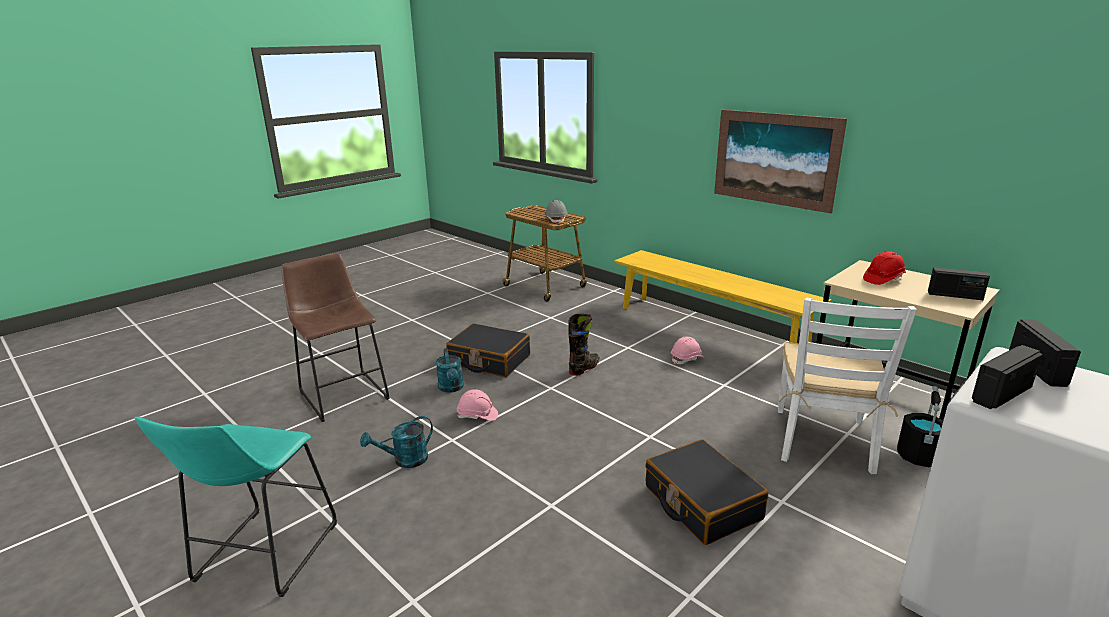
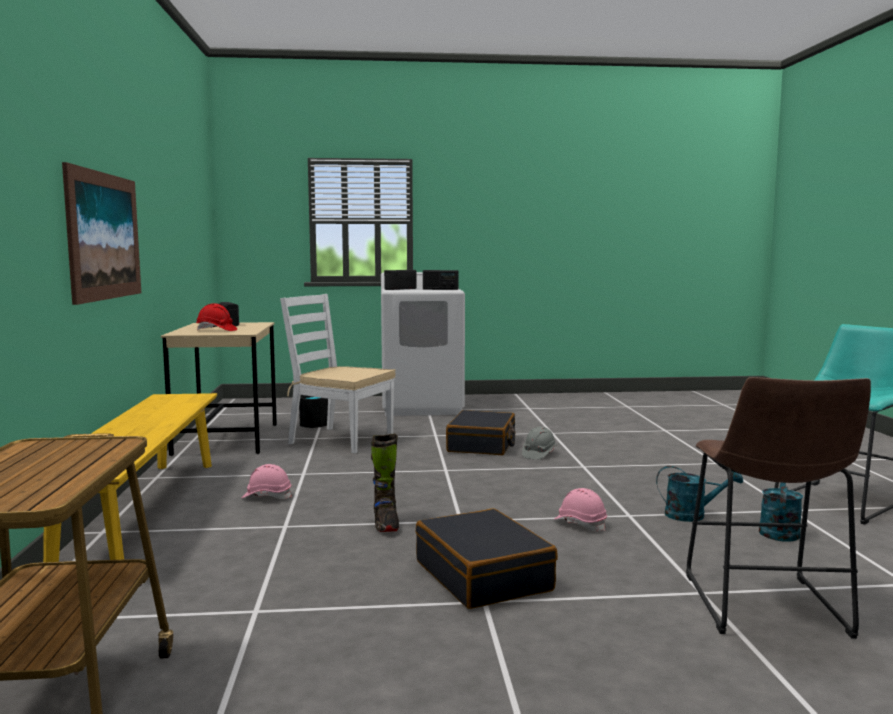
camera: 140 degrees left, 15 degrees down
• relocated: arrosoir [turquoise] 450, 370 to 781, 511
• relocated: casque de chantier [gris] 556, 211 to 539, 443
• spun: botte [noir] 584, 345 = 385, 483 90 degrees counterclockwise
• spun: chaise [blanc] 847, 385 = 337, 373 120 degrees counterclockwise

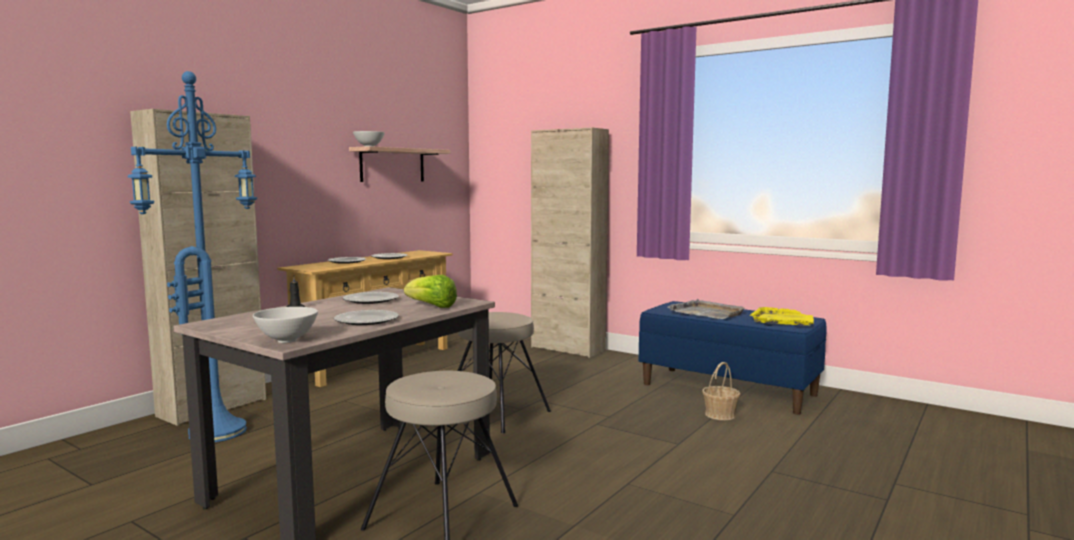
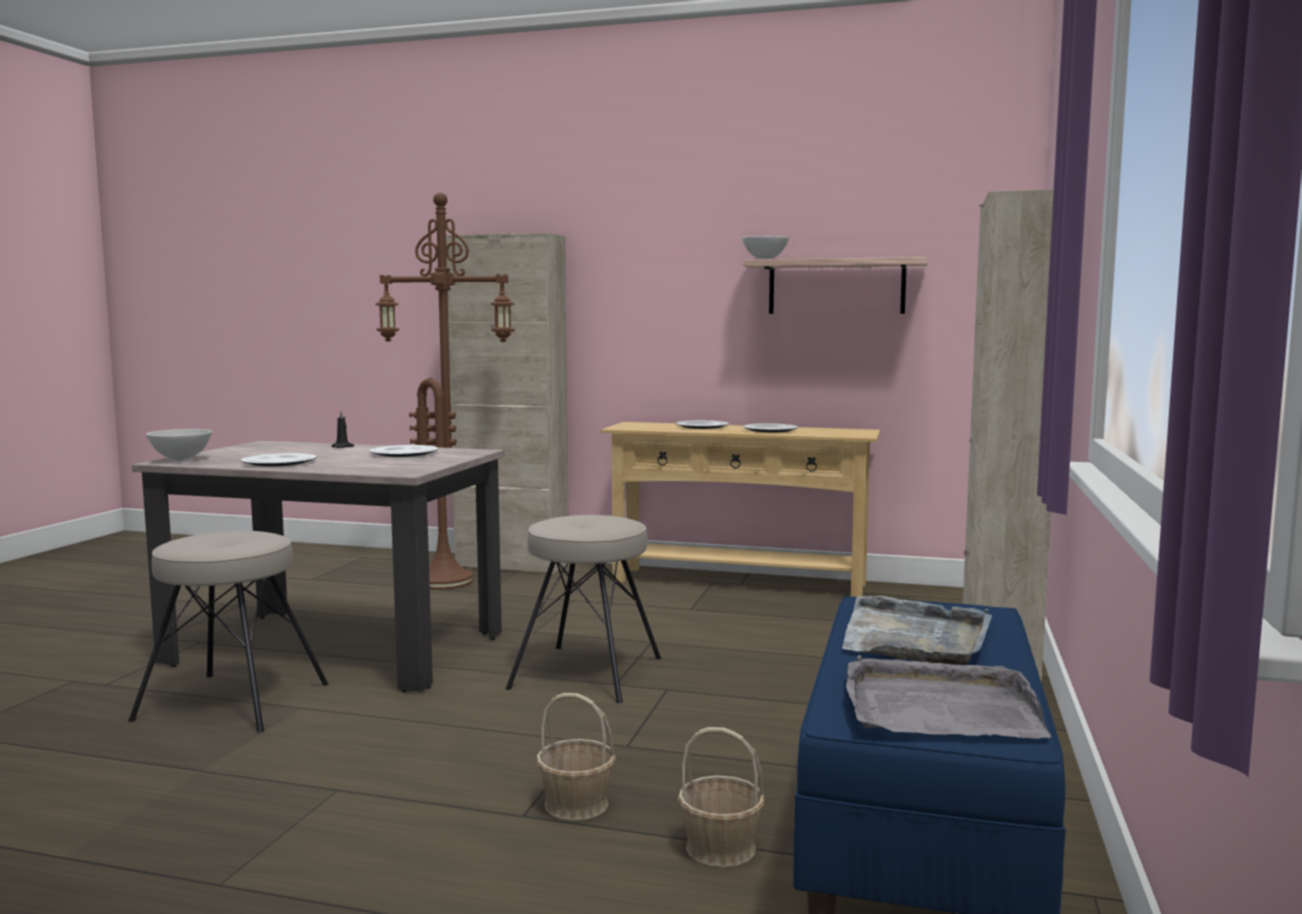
camera: 70 degrees right, 0 degrees up
• missing: laitue 430, 291
• appeared: panier 576, 757
• colour: lampadaire [bleu] 192, 256 to lampadaire [marron] 445, 391
• colour: plateau [jaune] 782, 316 to plateau [gris] 948, 697

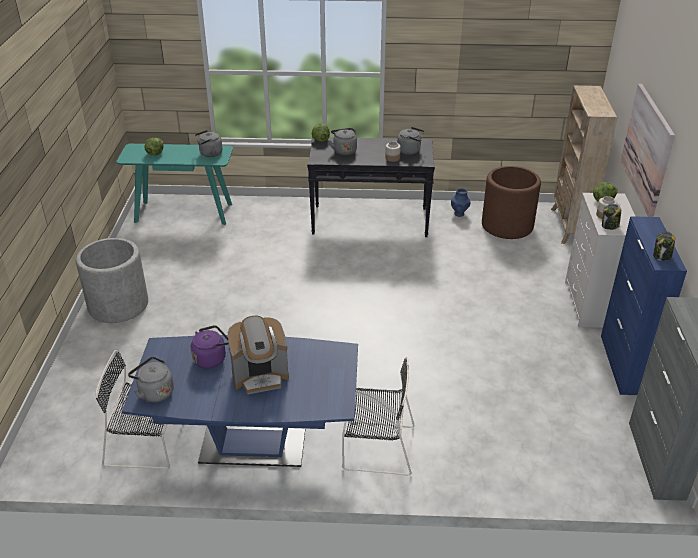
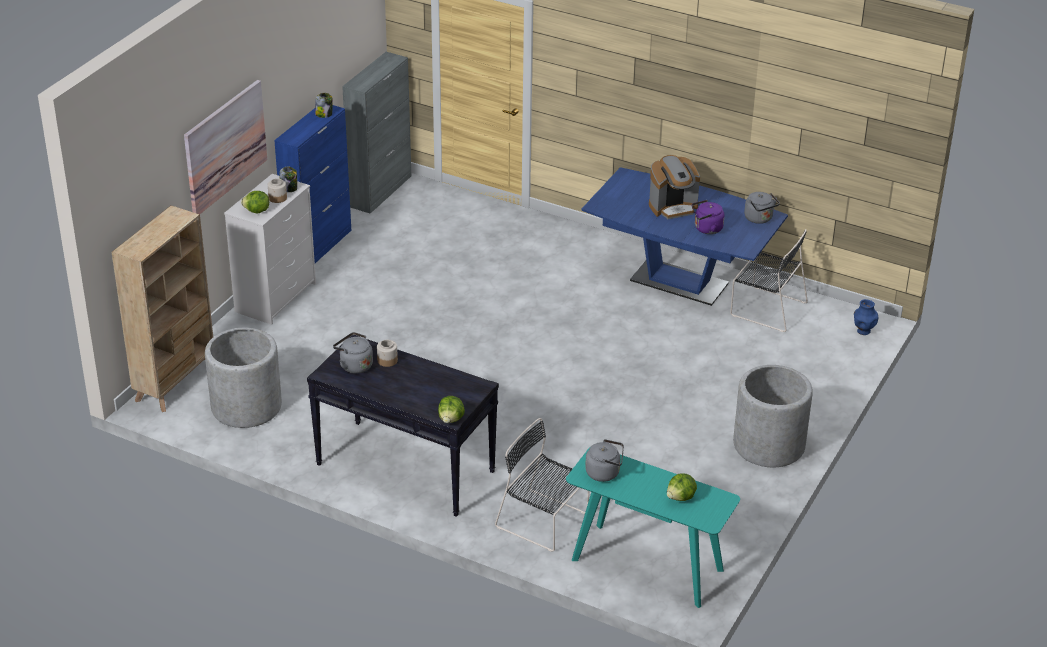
camera: 155 degrees left, 0 degrees up
• missing: bouilloire [gris] 343, 141
• relocated: chaise [noir] 378, 416 to 542, 484
• relocated: vase [bleu] 461, 202 to 866, 317
• colour: cache-pot [marron] 511, 202 to cache-pot [gris] 243, 378
• spun: machine à café 258, 355 = 674, 187 150 degrees clockwise

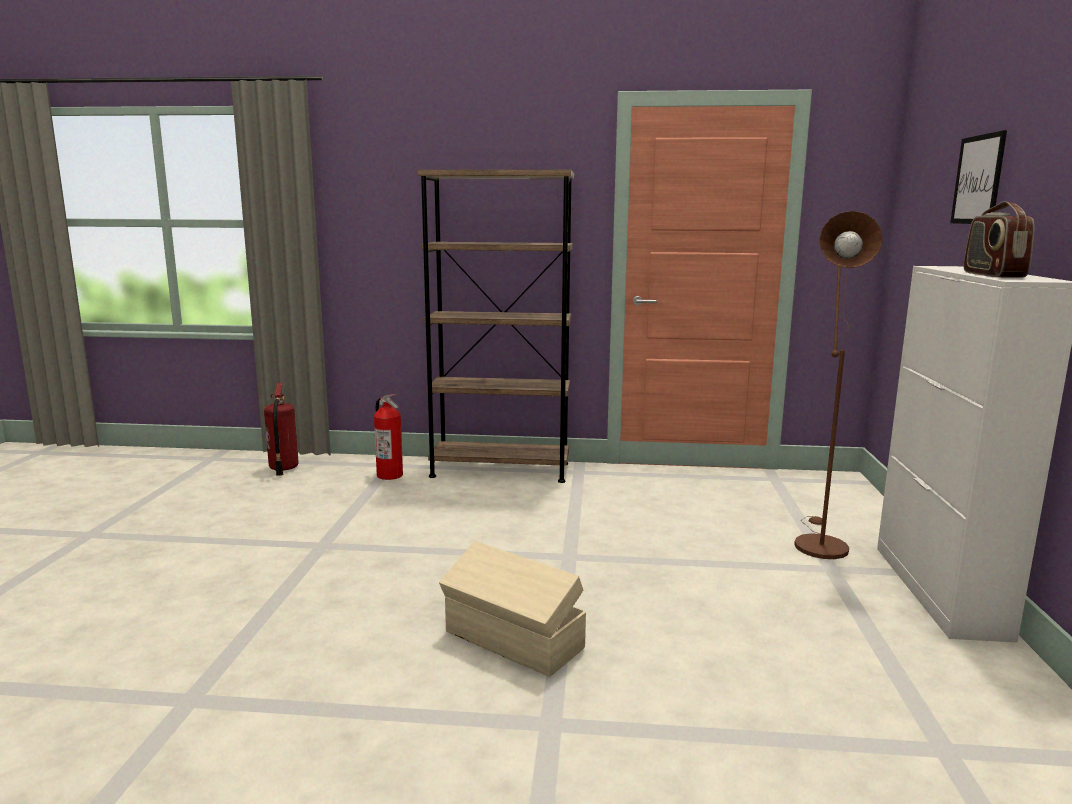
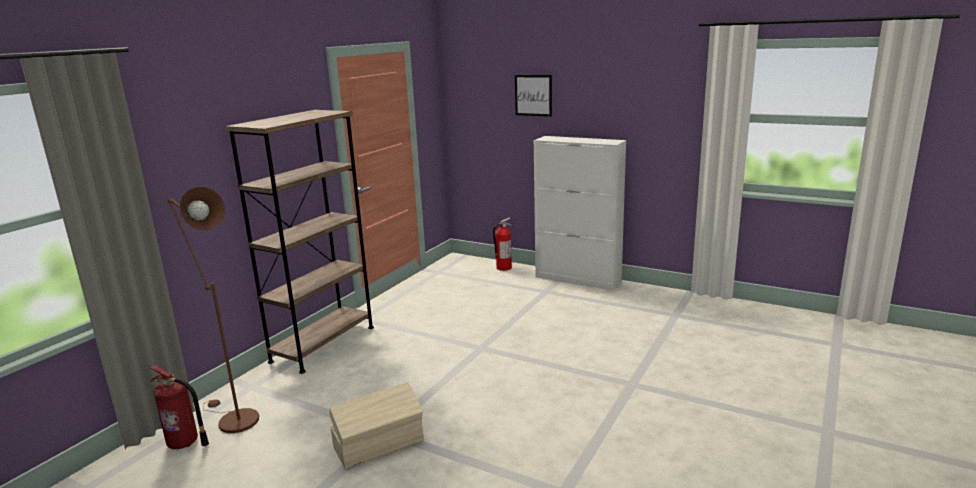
camera: 65 degrees left, 5 degrees up
• missing: radio 999, 239
• relocated: extincteur 388, 437 to 502, 244
• relocated: boîte de rangement [beige] 512, 609 to 376, 425
• relocated: lampadaire [marron] 838, 385 to 213, 310

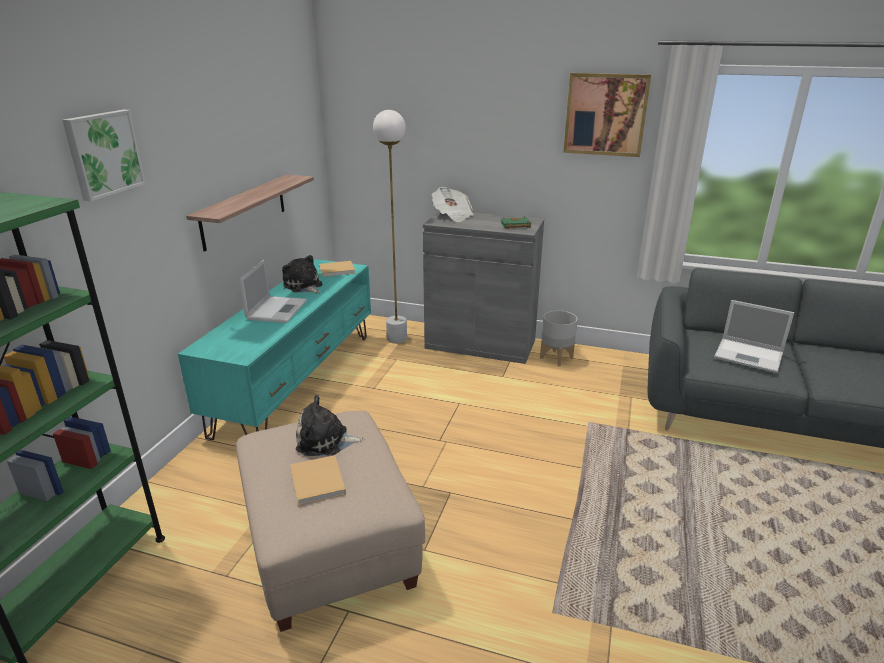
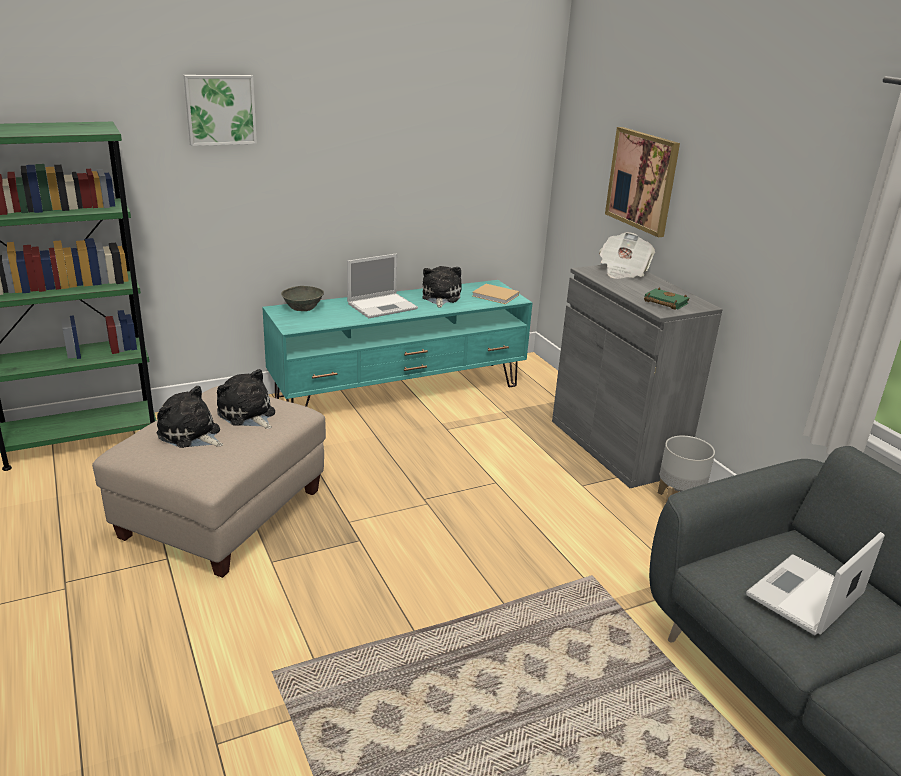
camera: 45 degrees right, 0 degrees up
• missing: étagère 250, 213
• missing: lampadaire [blanc] 390, 227
• appeared: bol [gris] 302, 298
• relocated: tableau 607, 115 to 642, 182
• exchanged: livre [beige] 318, 480 to peluche 190, 417
• spun: ordinateur portable 754, 336 = 815, 583 60 degrees clockwise

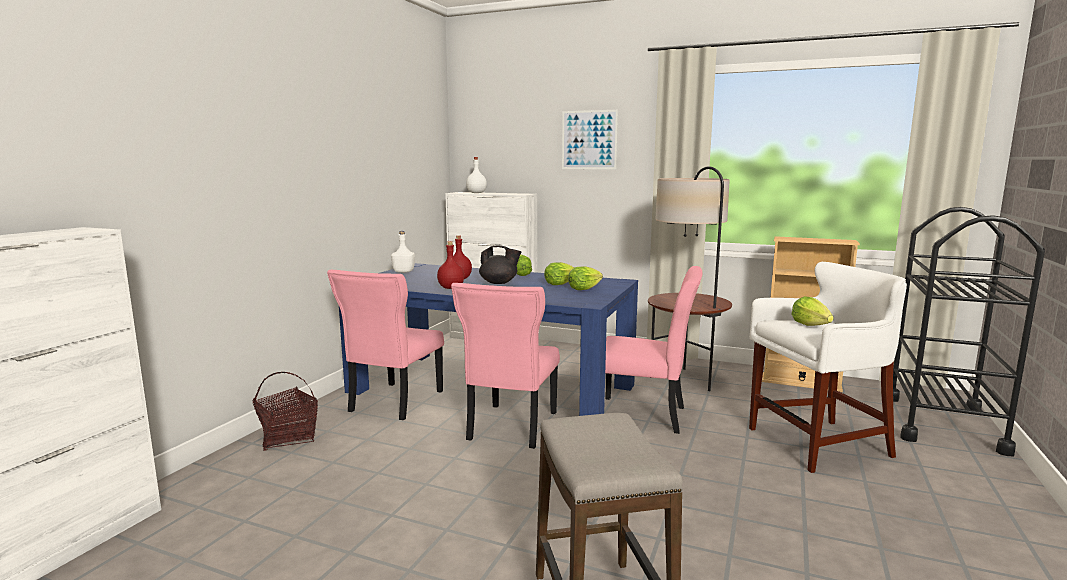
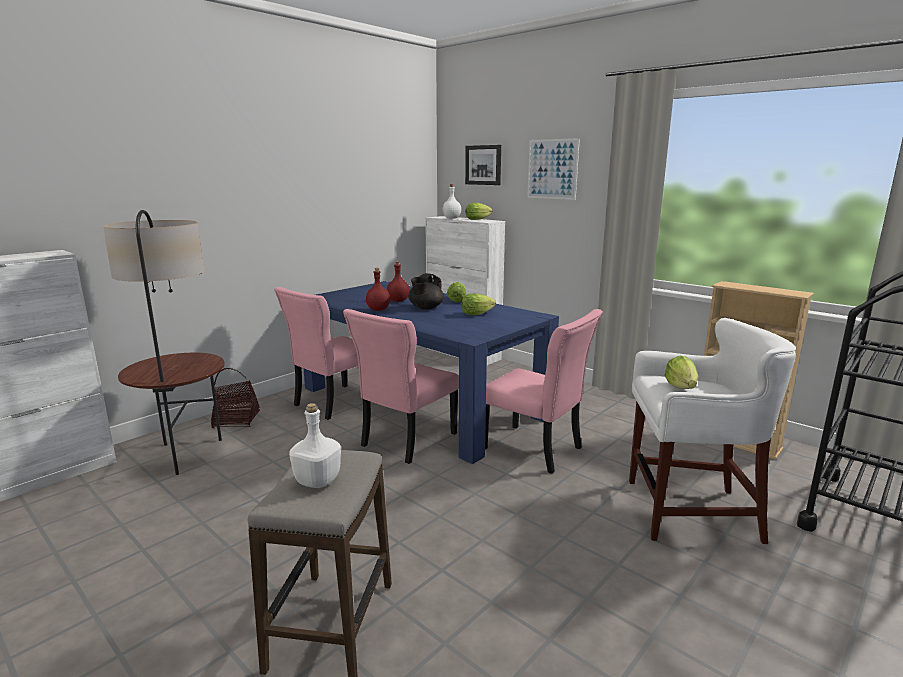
camera: 20 degrees right, 5 degrees up
• appeared: tableau 483, 165
• relocated: bouteille [blanc] 403, 252 to 315, 445
• relocated: laitue 585, 278 to 479, 211
• relocated: lampadaire 690, 278 to 164, 342
• spun: théière [noir] 500, 264 = 426, 291 90 degrees clockwise

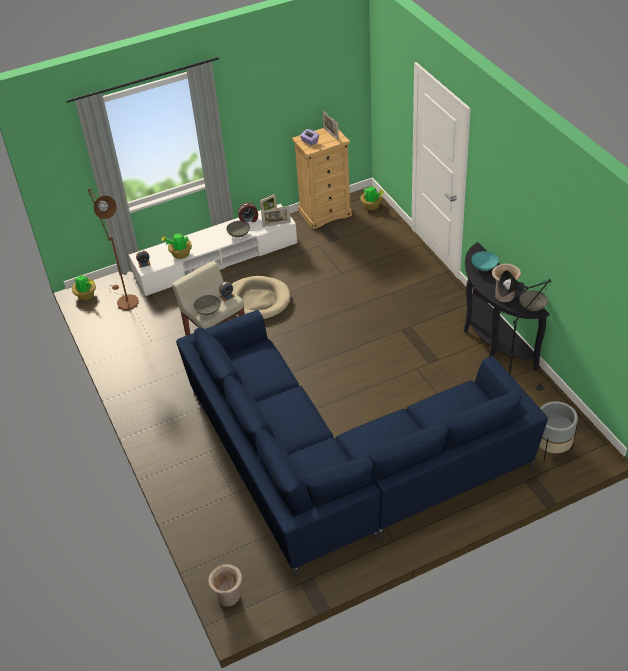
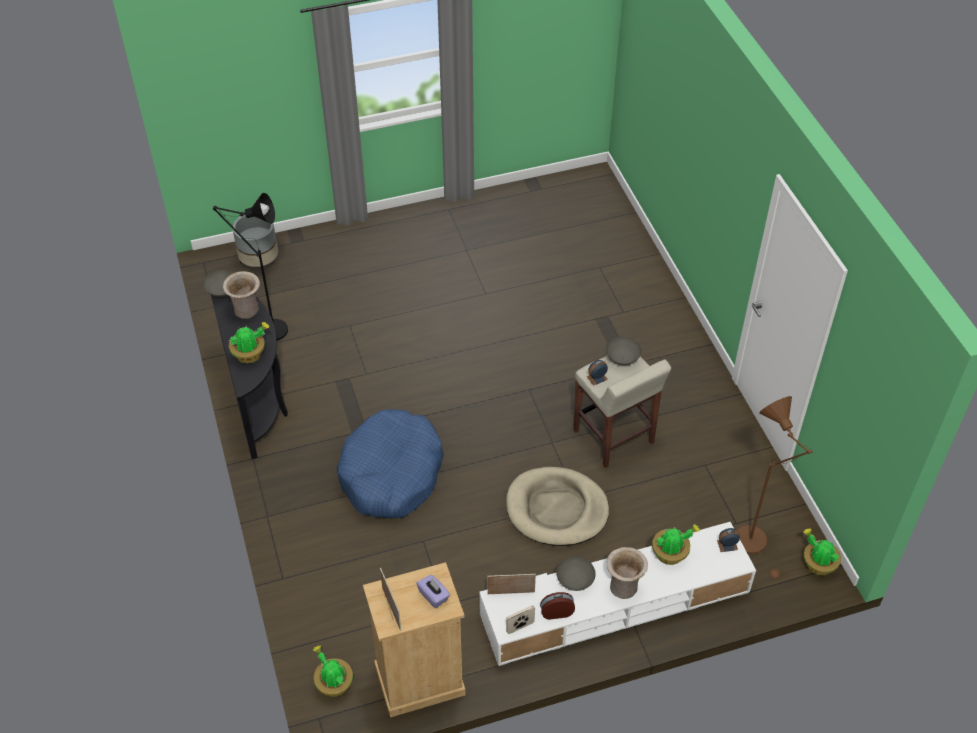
camera: 175 degrees left, 5 degrees up
• missing: canapé [bleu] 362, 444
• appeared: panier pour chien [bleu] 390, 464
• relocated: vase [beige] 225, 585 to 627, 573
• exchanged: bol [turquoise] 484, 261 to plante en pot 249, 343

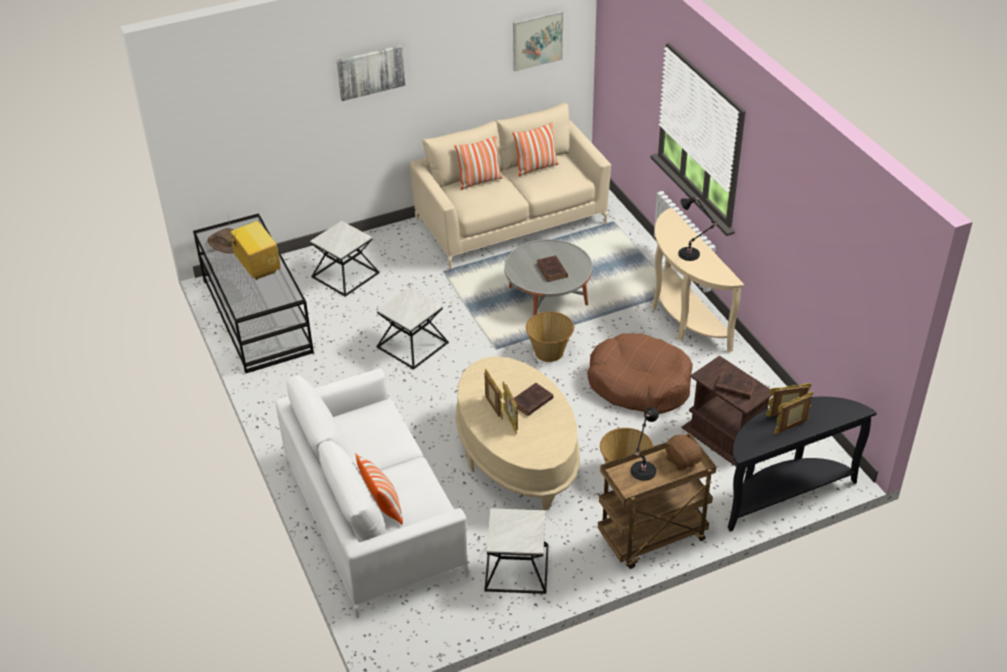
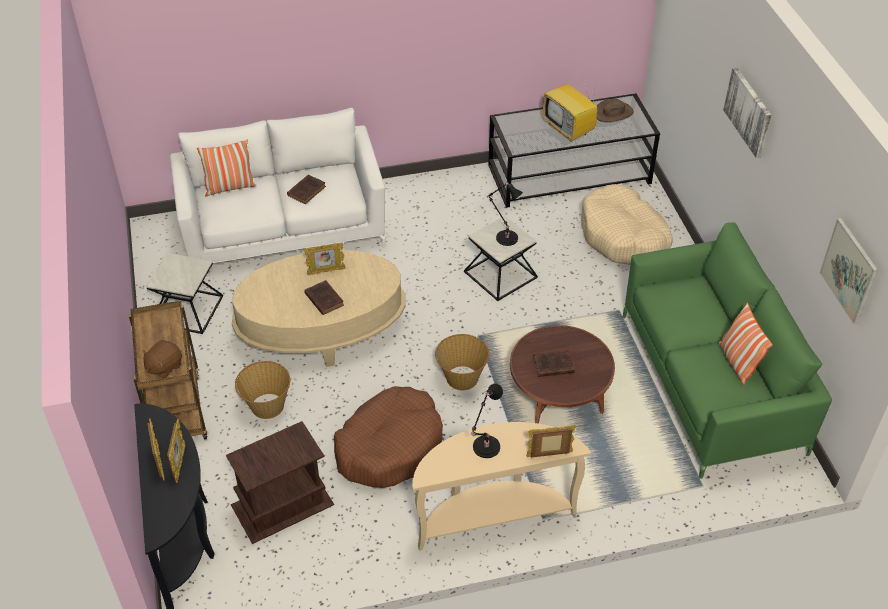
camera: 100 degrees right, 5 degrees up
• missing: coussin 479, 163
• relocated: cadre photo 510, 407 to 551, 441
• relocated: lampe de table [noir] 645, 444 to 504, 214
• relocated: livre [marron] 736, 384 to 306, 189
• exchanged: table d'appoint 344, 259 to panier pour chien [beige] 627, 224
• colour: canapé [beige] 510, 186 to canapé [vert] 727, 350
• colour: table basse [gris] 548, 277 to table basse [marron] 562, 374
• spun: téléviseur 254, 246 = 570, 111 75 degrees clockwise
• spun: peluche [marron] 683, 452 = 162, 359 150 degrees clockwise

